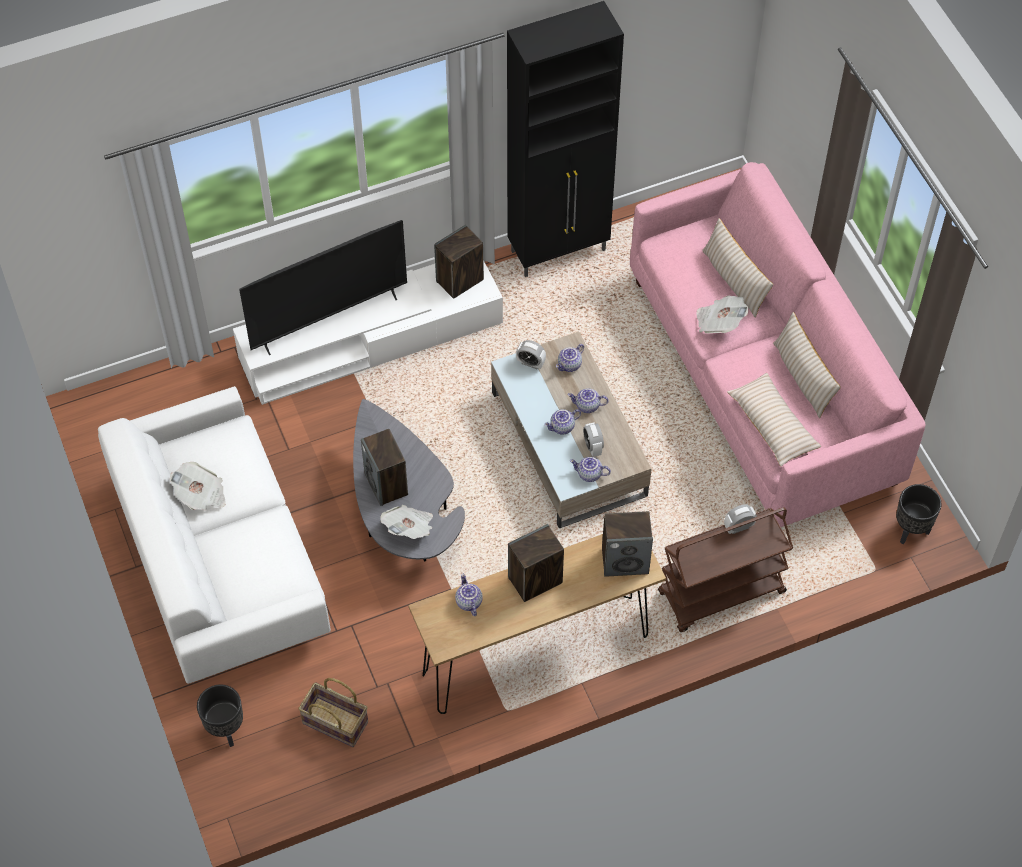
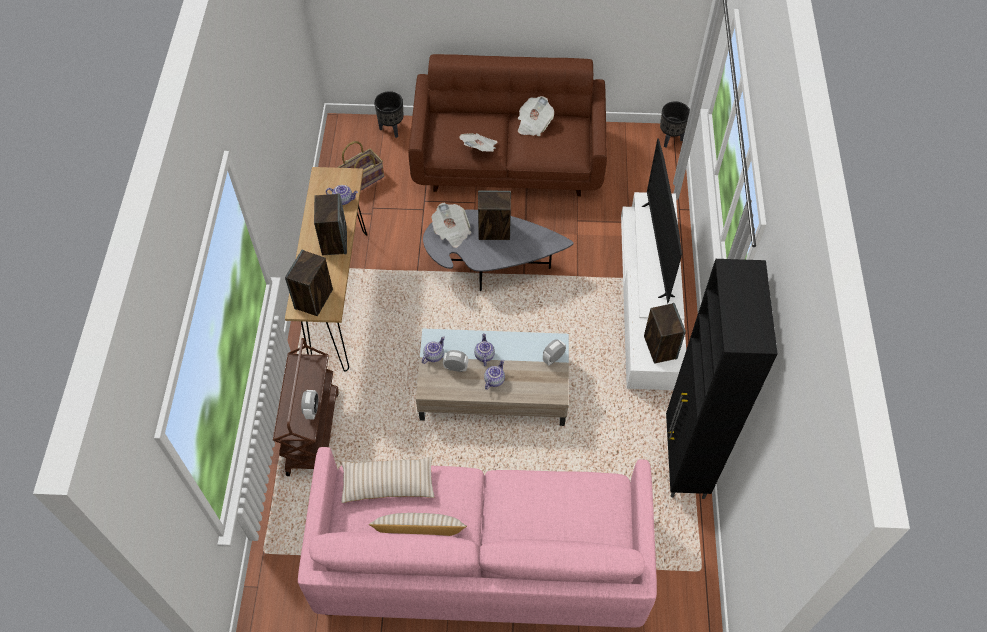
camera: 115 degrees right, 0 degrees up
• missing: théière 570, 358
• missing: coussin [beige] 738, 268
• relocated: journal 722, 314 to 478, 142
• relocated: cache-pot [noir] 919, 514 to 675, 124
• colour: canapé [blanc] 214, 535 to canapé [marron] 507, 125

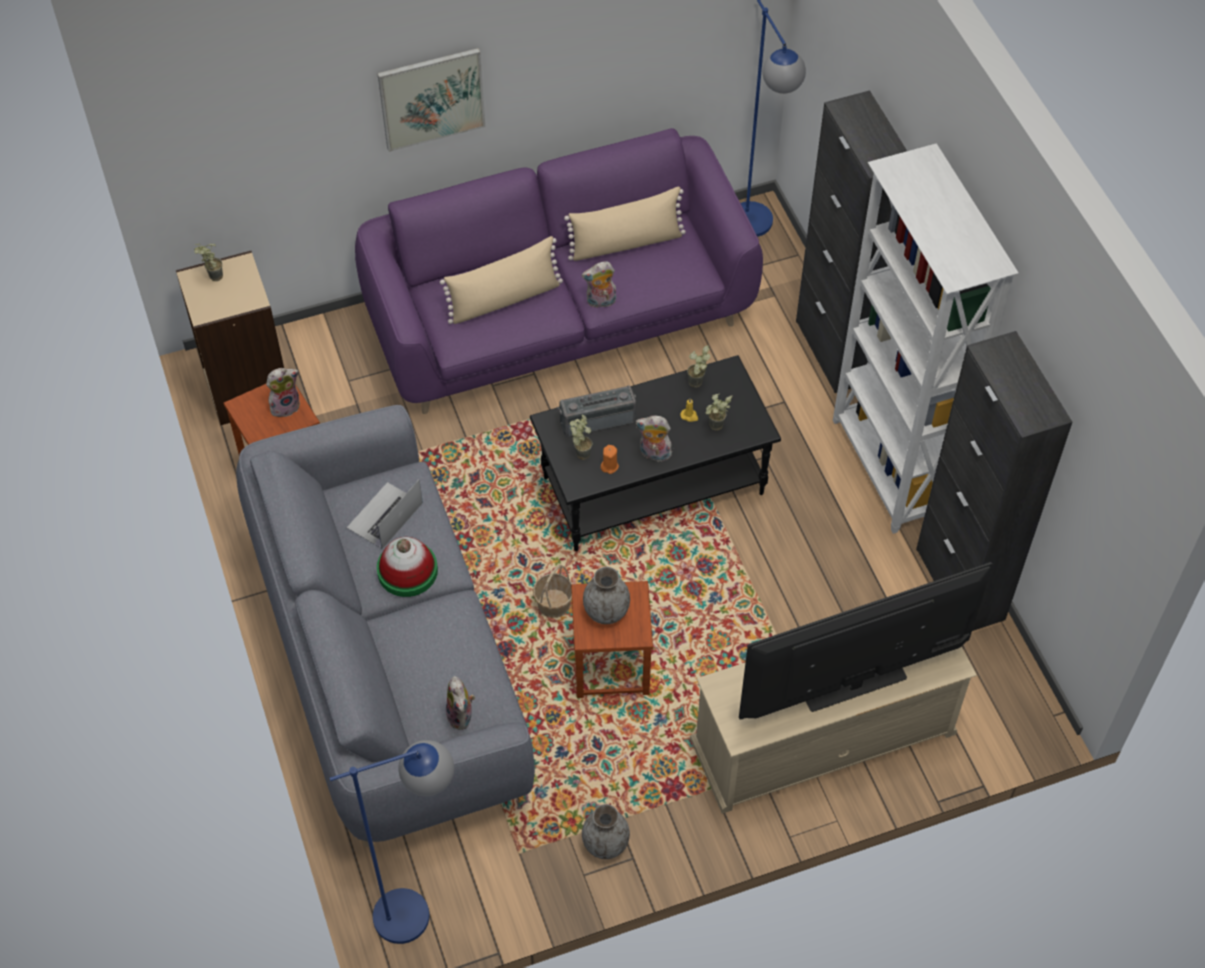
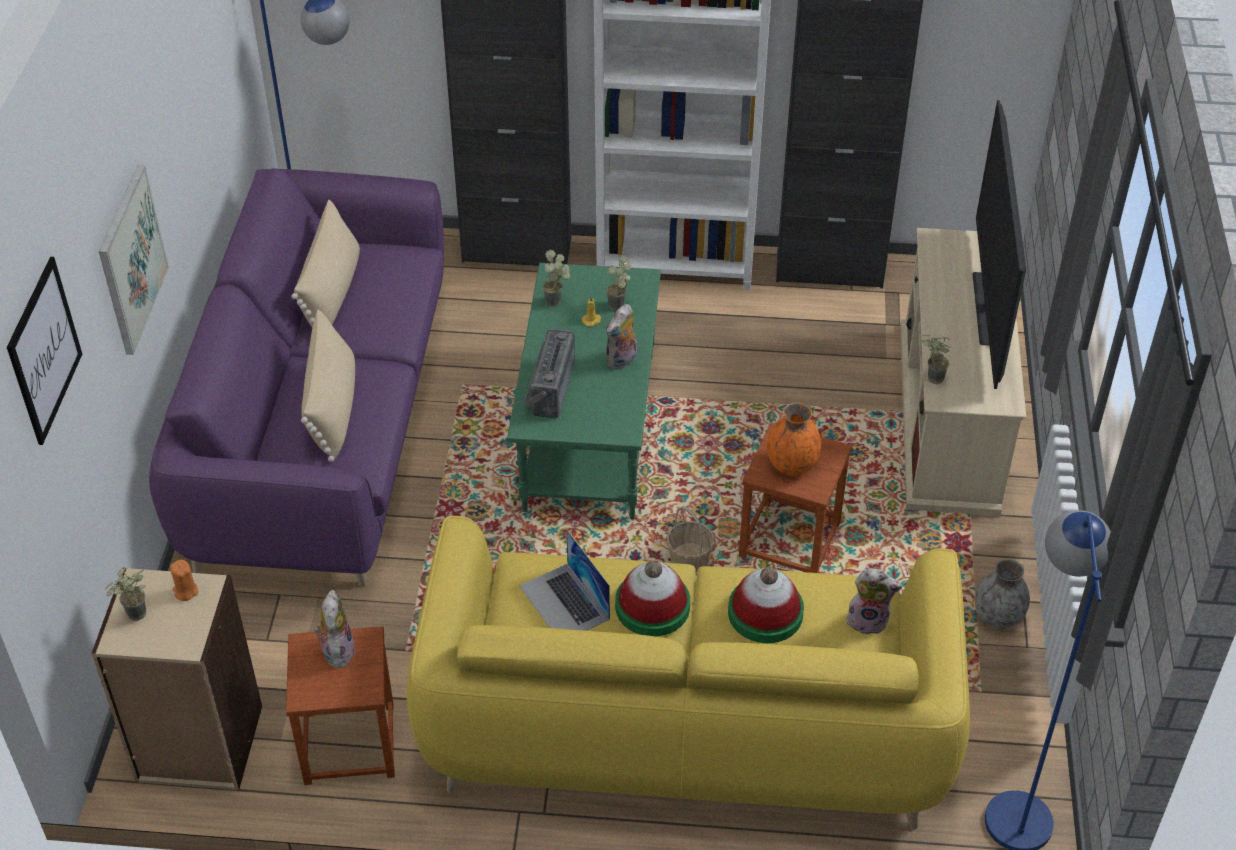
camera: 65 degrees left, 10 degrees down
• missing: peluche 599, 284
• appeared: tableau 44, 351
• appeared: chapeau 766, 605
• relocated: plante en pot 581, 437 to 936, 359
• relocated: bougie [orange] 610, 459 to 184, 580
• colour: canapé [gris] 385, 626 to canapé [jaune] 688, 672
• colour: table basse [noir] 655, 453 to table basse [vert] 584, 391
• colour: vase [gris] 606, 595 to vase [orange] 794, 439

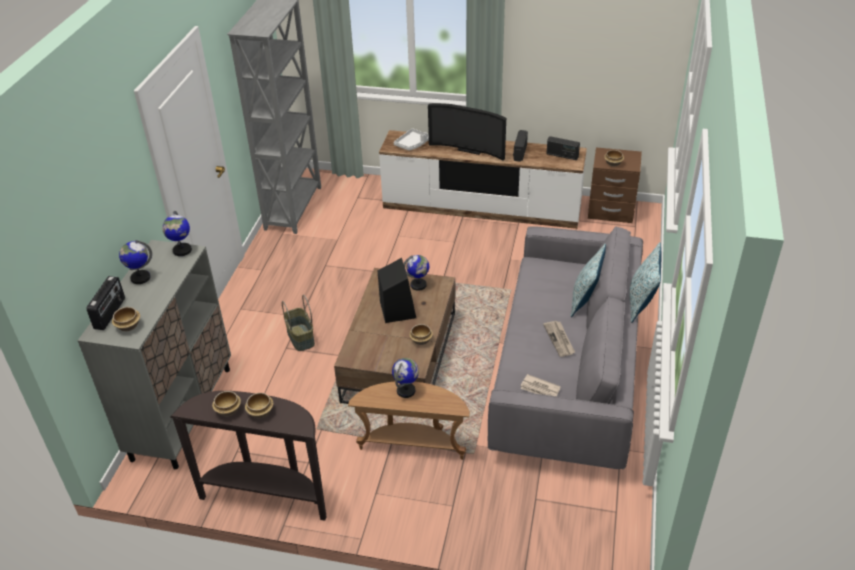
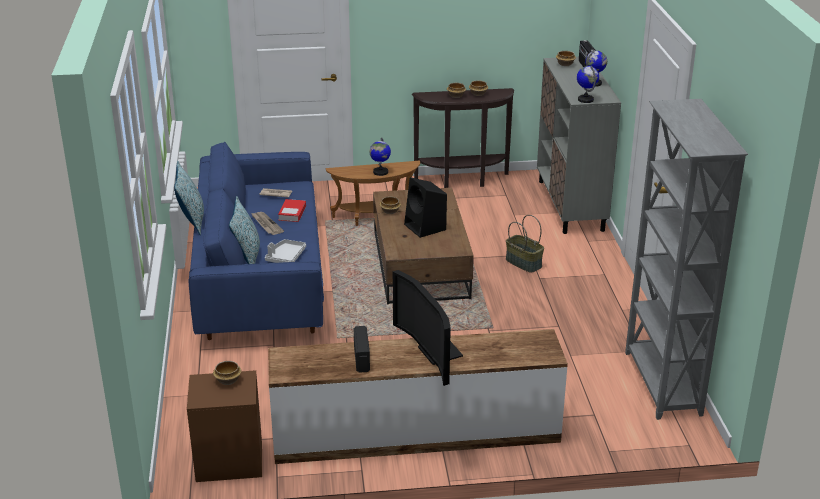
camera: 160 degrees right, 10 degrees down
• missing: globe 416, 273
• missing: radio 563, 148
• appeared: livre 292, 210
• relocated: plateau [blanc] 411, 139 to 285, 251
• colour: canapé [gris] 565, 347 to canapé [bleu] 256, 241
• spun: téléviseur 467, 132 = 428, 328 120 degrees counterclockwise

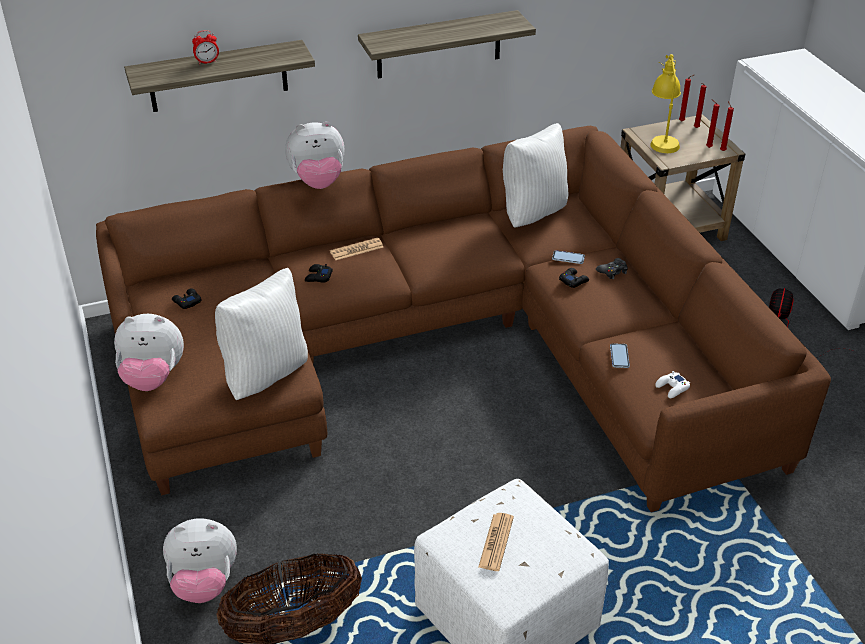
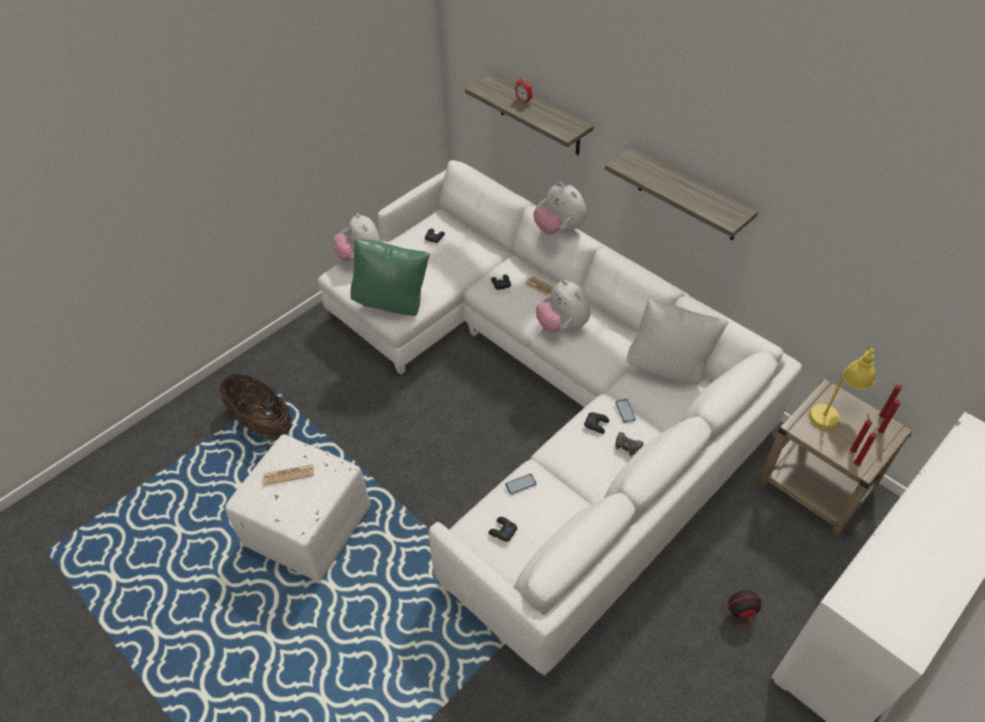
camera: 65 degrees right, 10 degrees up
• relocated: peluche 200, 560 to 563, 306
• colour: canapé [marron] 463, 319 to canapé [blanc] 560, 418
• colour: coussin [blanc] 261, 334 to coussin [vert] 390, 277
• colour: manette [blanc] 672, 384 to manette [noir] 502, 529

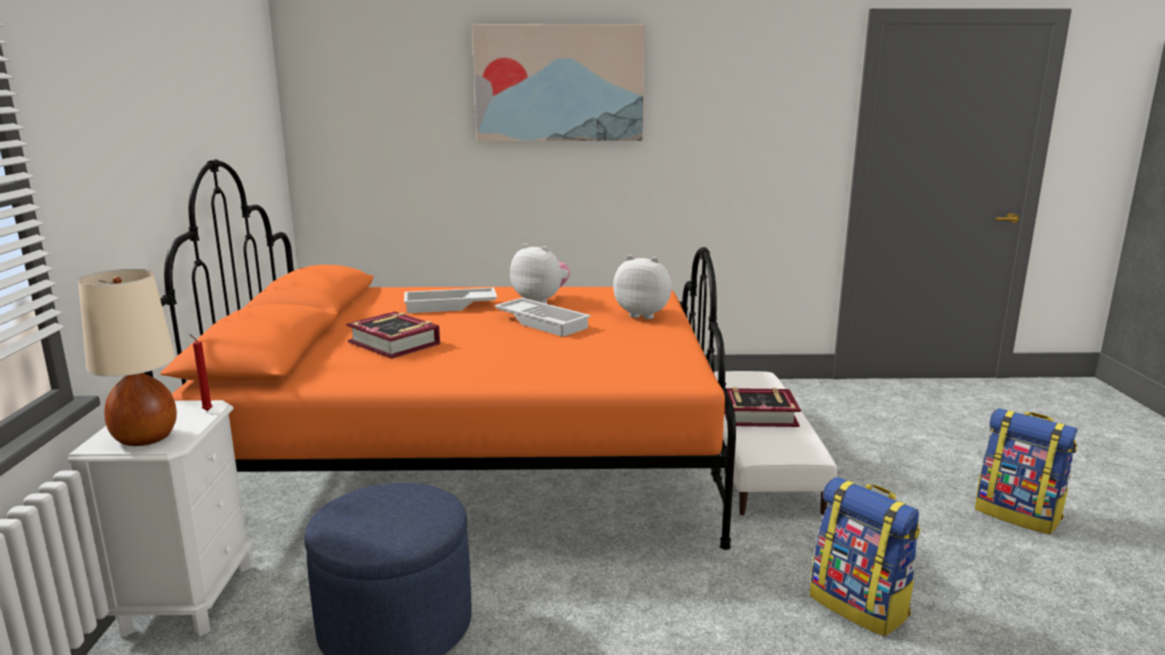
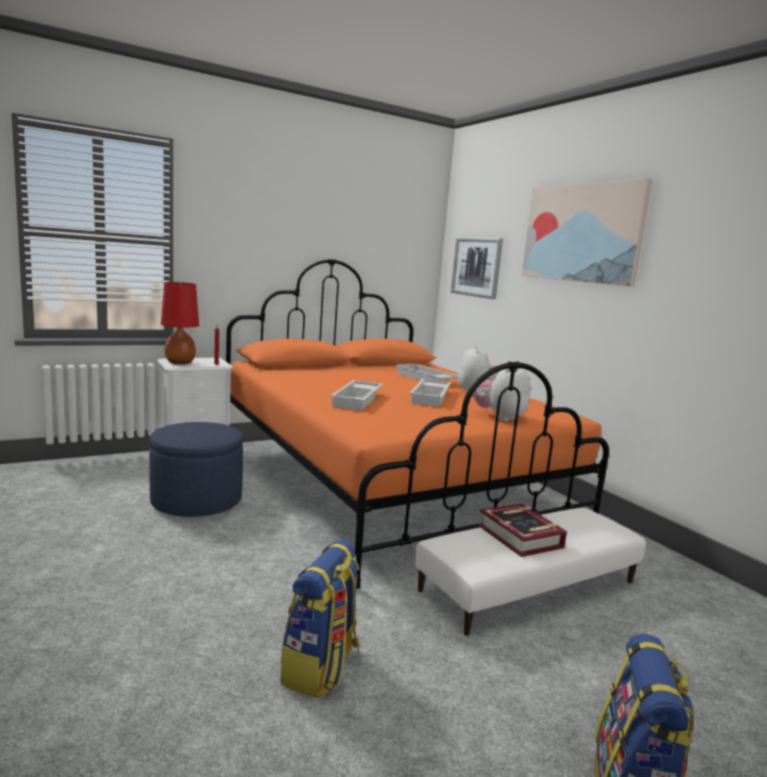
camera: 60 degrees right, 5 degrees down
• missing: livre 393, 335
• appeared: plateau [blanc] 356, 395
• appeared: tableau 477, 268
• colour: lampe de table [beige] 127, 357 to lampe de table [rouge] 180, 323
• spun: peluche 643, 287 = 501, 394 135 degrees counterclockwise

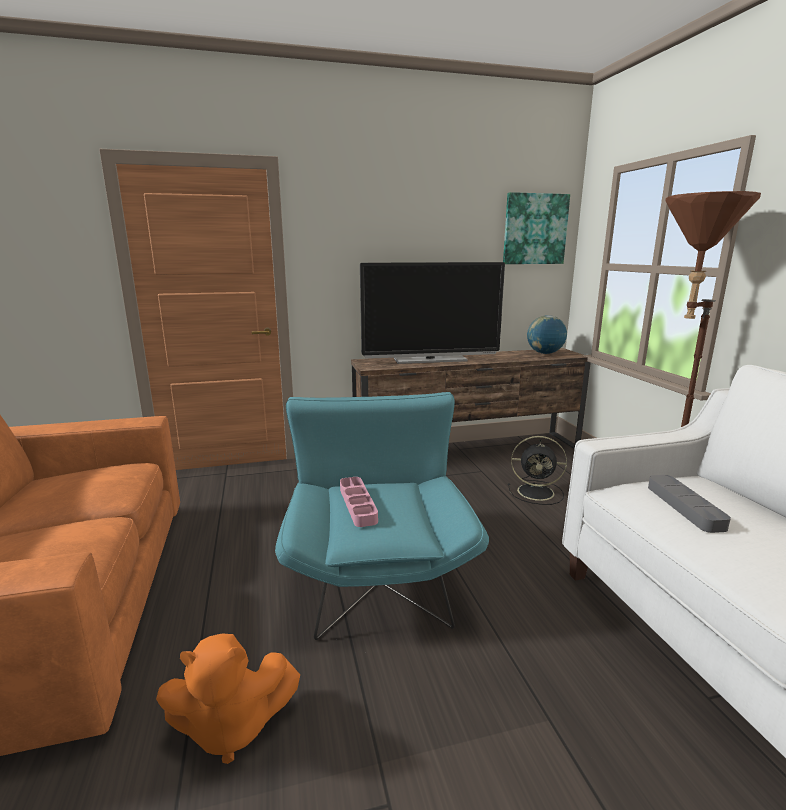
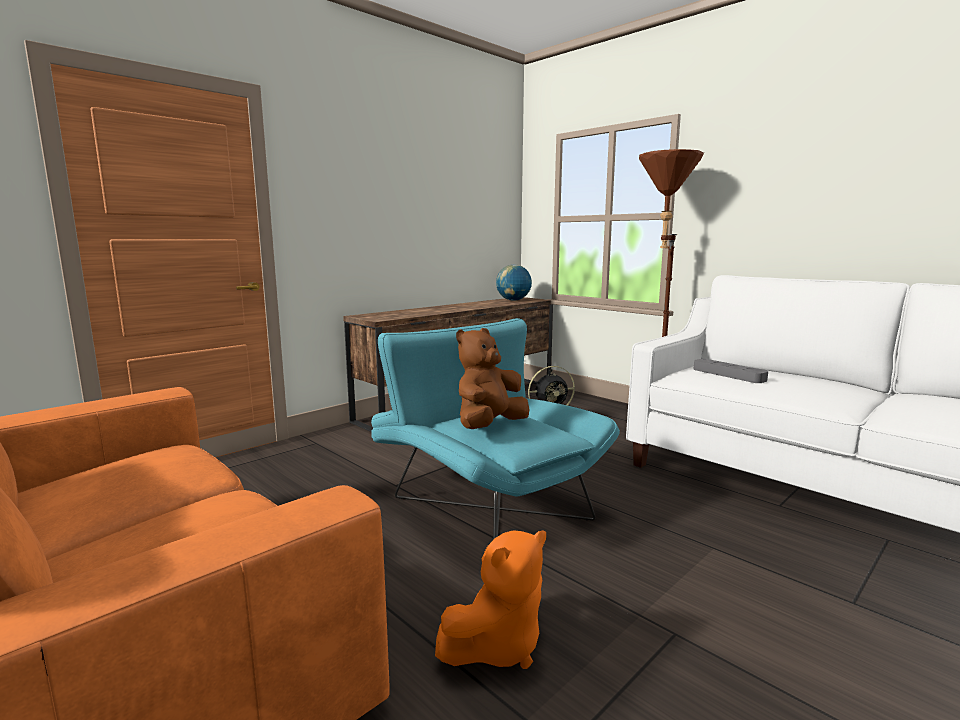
camera: 30 degrees left, 5 degrees down
• missing: téléviseur 432, 313
• missing: tableau 536, 228
• exchanged: plateau [rose] 359, 502 to peluche [marron] 492, 378

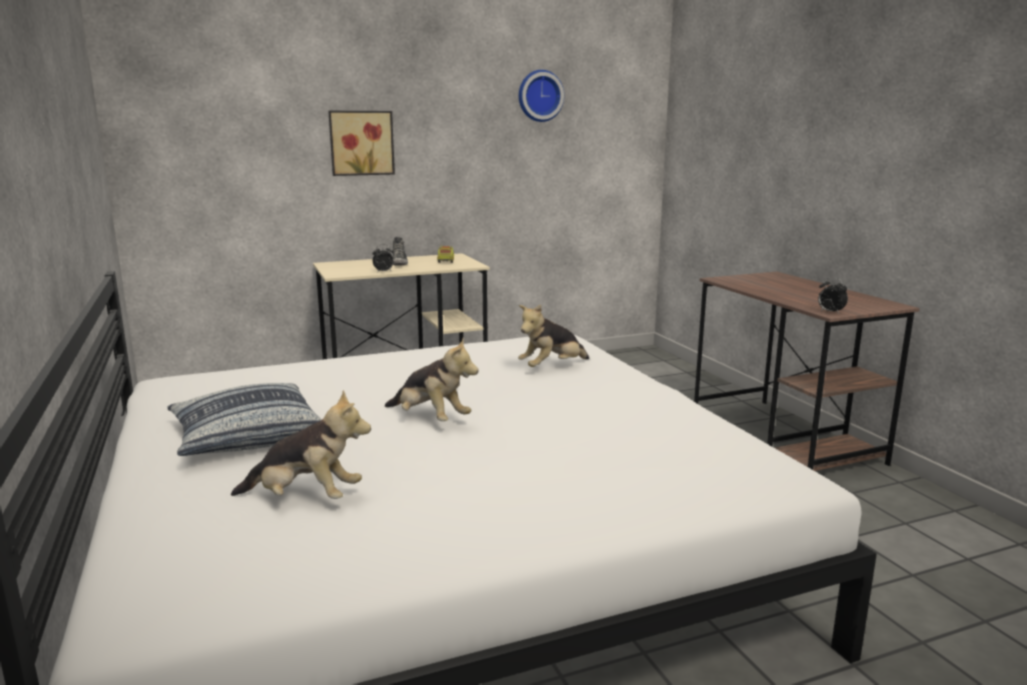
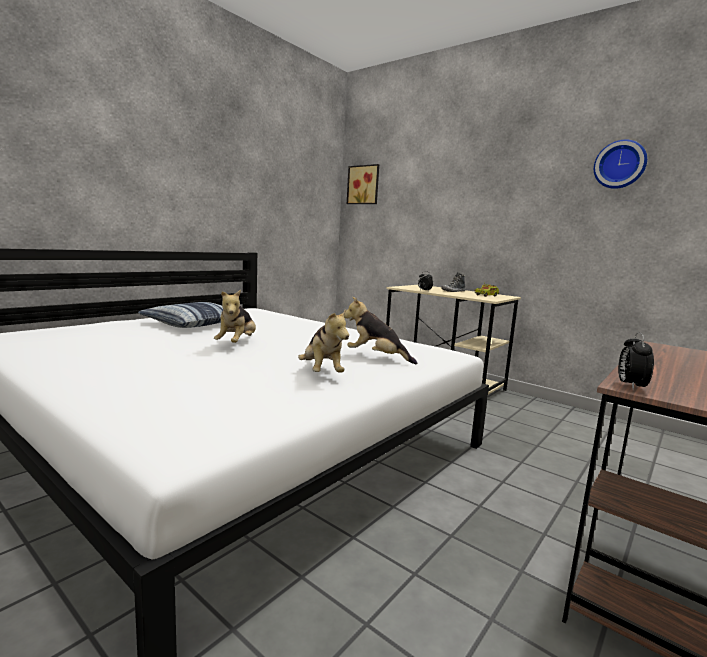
camera: 60 degrees right, 5 degrees down
• relocated: peluche 301, 444 to 323, 340
• relocated: tableau 361, 143 to 363, 184

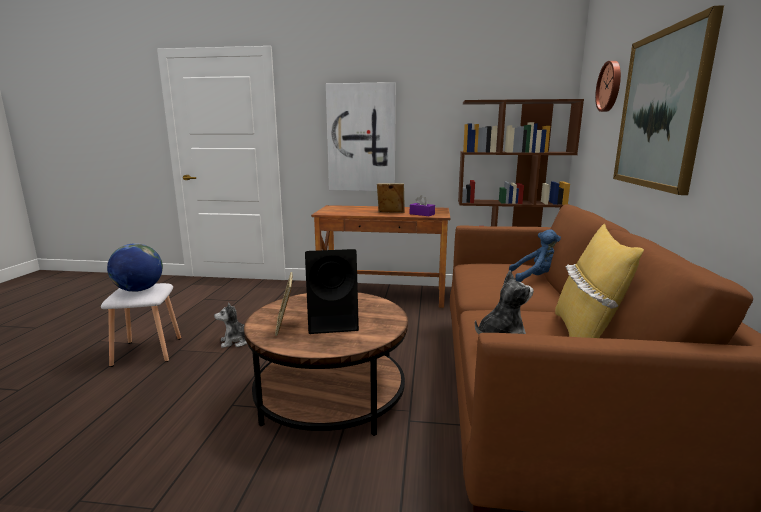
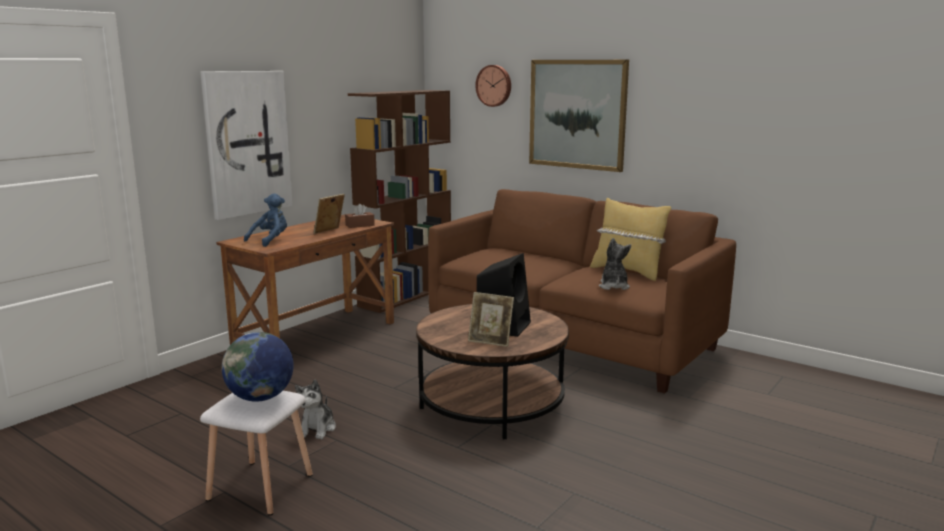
camera: 60 degrees left, 0 degrees up
• relocated: peluche [bleu] 535, 255 to 265, 220
• colour: boîte à mouchoirs [violet] 422, 205 to boîte à mouchoirs [marron] 360, 216

